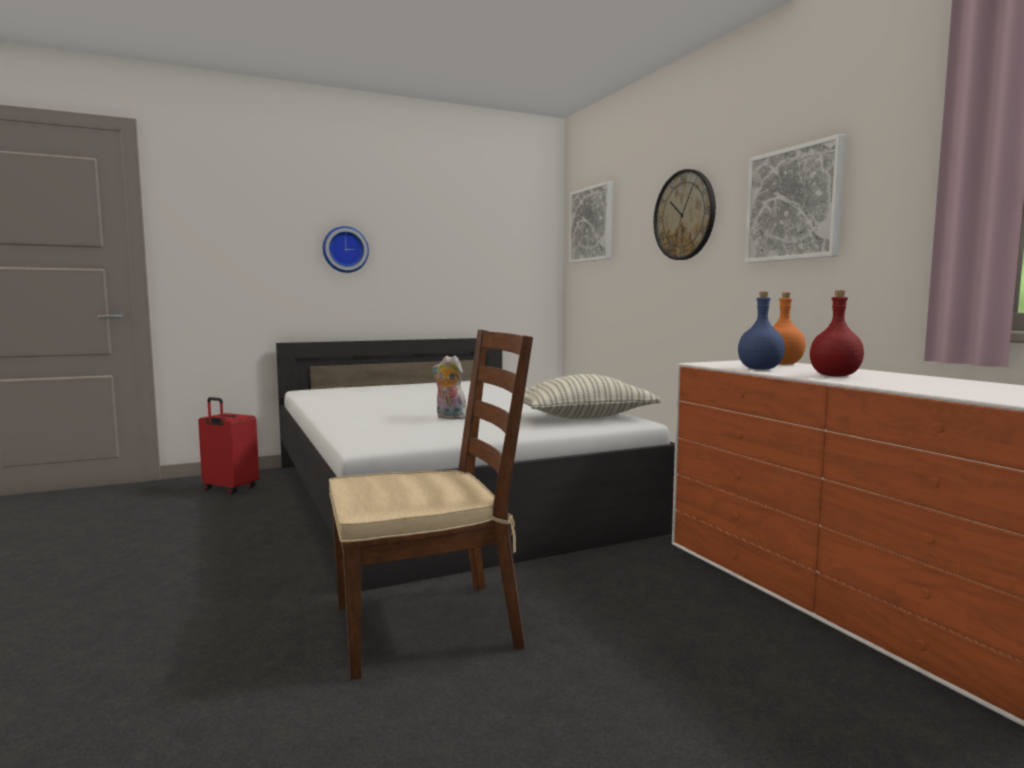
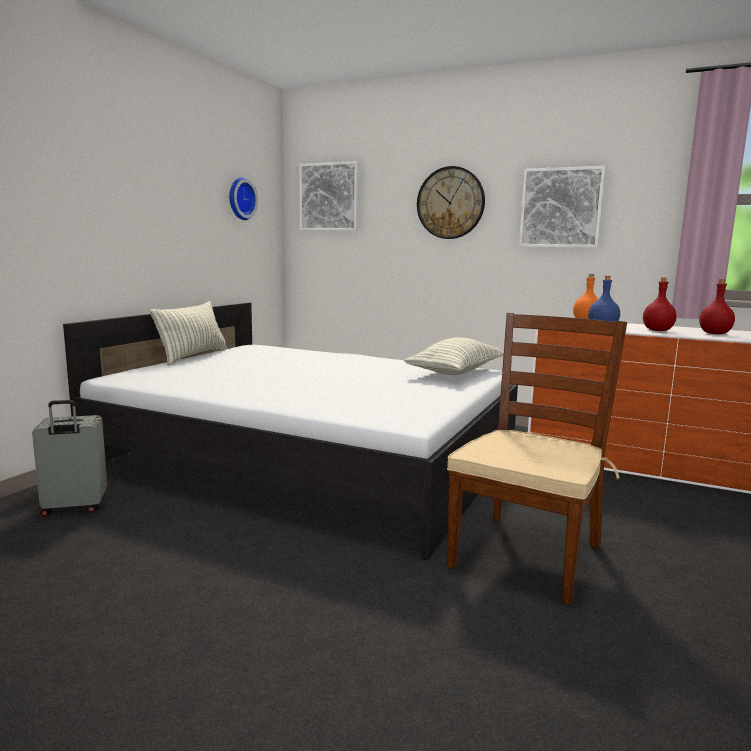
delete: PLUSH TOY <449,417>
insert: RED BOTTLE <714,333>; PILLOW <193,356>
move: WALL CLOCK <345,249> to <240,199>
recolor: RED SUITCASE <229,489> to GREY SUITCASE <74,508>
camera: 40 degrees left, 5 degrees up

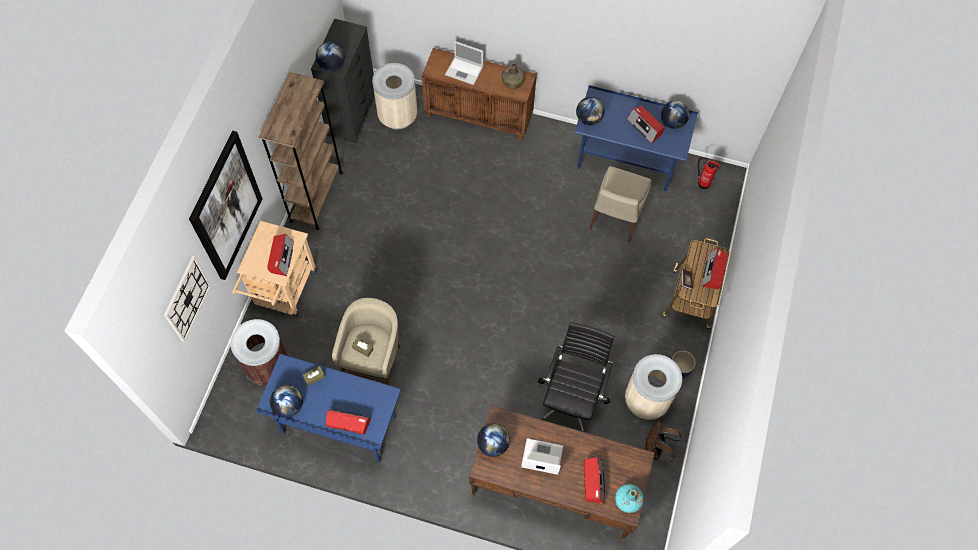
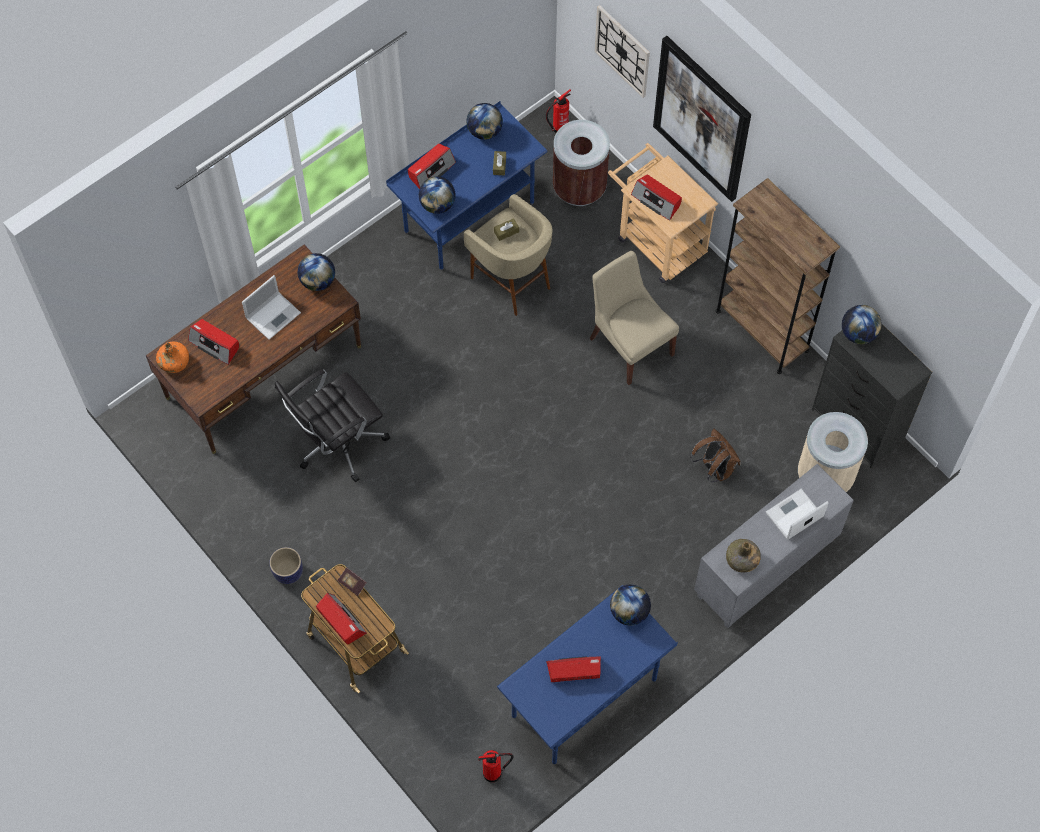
delete: BEIGE TRASH CAN <646,400>
insert: FIRE EXTINGUISHER <558,128>
move: GLOBE <672,122> to <437,204>; BEIGE CHAIR <615,217> to <629,344>; BROWN BACKPACK <655,449> to <714,468>
recolor: BROWN CABINET <479,116> to GREY CABINET <766,569>; TURQUOISE BOTTLE <627,501> to ORANGE BOTTLE <174,362>
rotate: BLACK OFFICE CHAIR <572,399> = <337,442> 90 degrees clockwise
camera: 125 degrees right, 0 degrees up

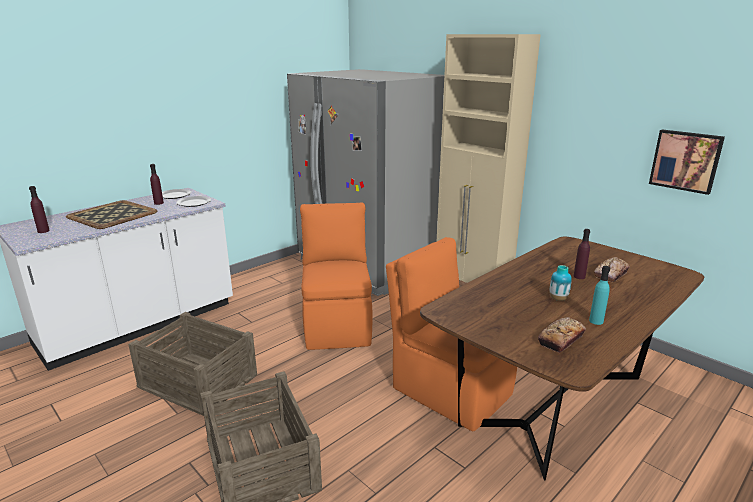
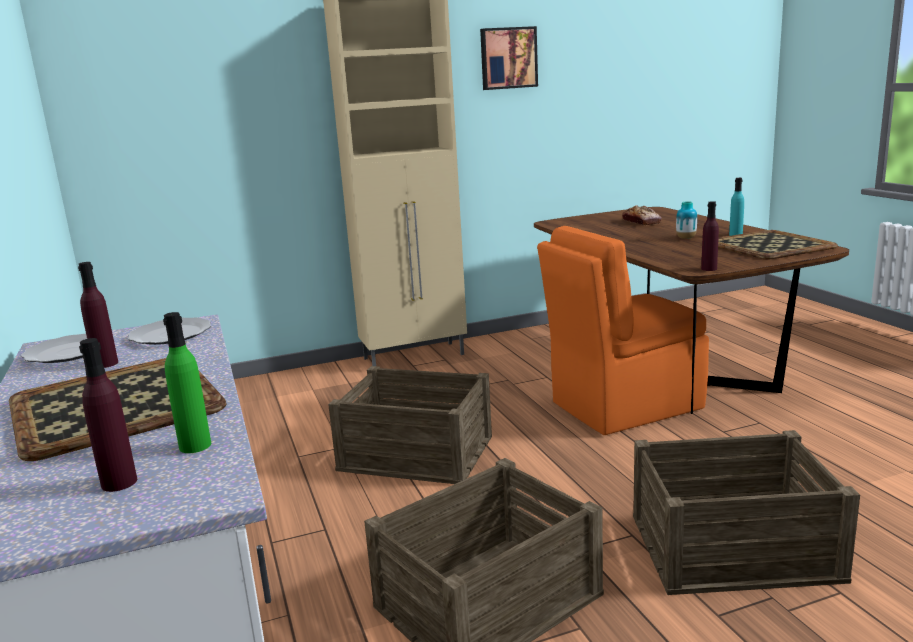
delete: GREY FRIDGE <368,265>
insert: GREEN BOTTLE <195,446>
move: PICTURE <686,160> to <508,58>; PURPLE BOTTLE <579,276> to <709,269>
replace: ORANGE CHAIR <337,325> to CRATE <416,452>; BREAD <561,339> to TRAY <768,245>
camera: 65 degrees left, 5 degrees down

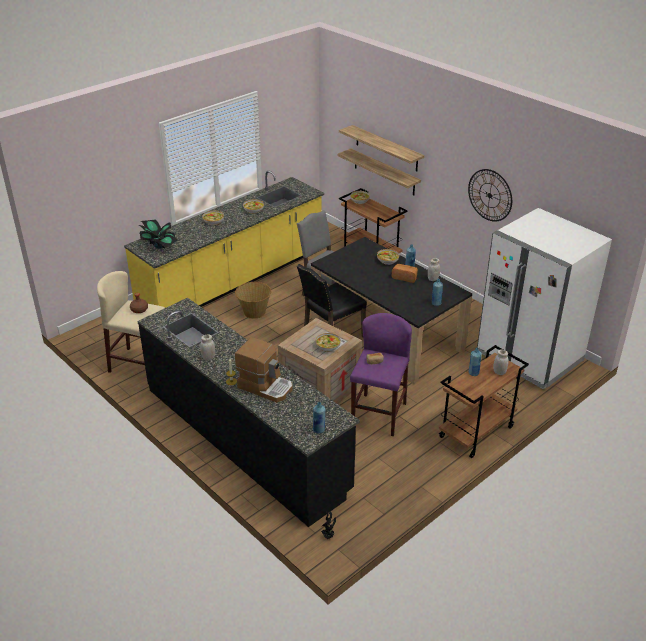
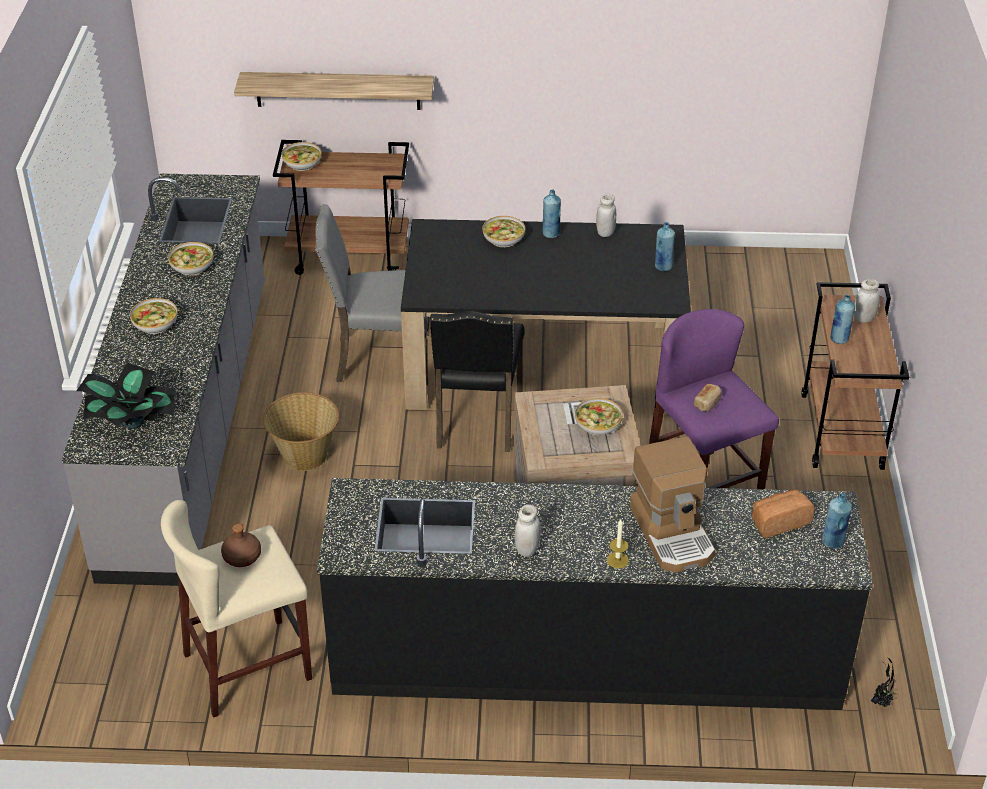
delete: SHELF <386,148>; WALL CLOCK <490,195>; WHITE FRIDGE <529,356>
move: BREAD <405,277> to <778,521>
recolor: YELLOW COUNTER <233,281> to GREY COUNTER <191,425>
rotate: COFFEE MACHINE <265,386> = <673,533> 90 degrees clockwise
camera: 45 degrees left, 5 degrees up

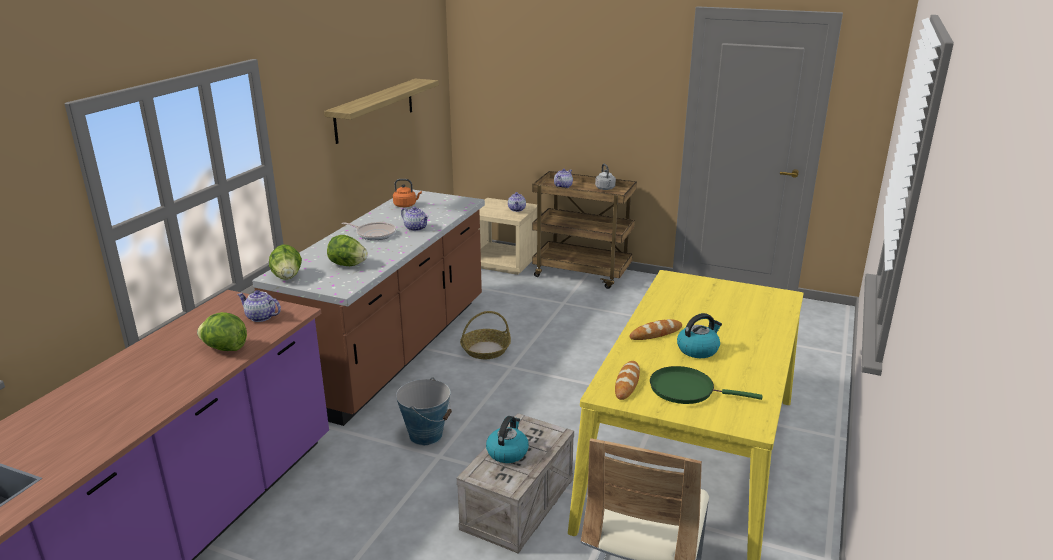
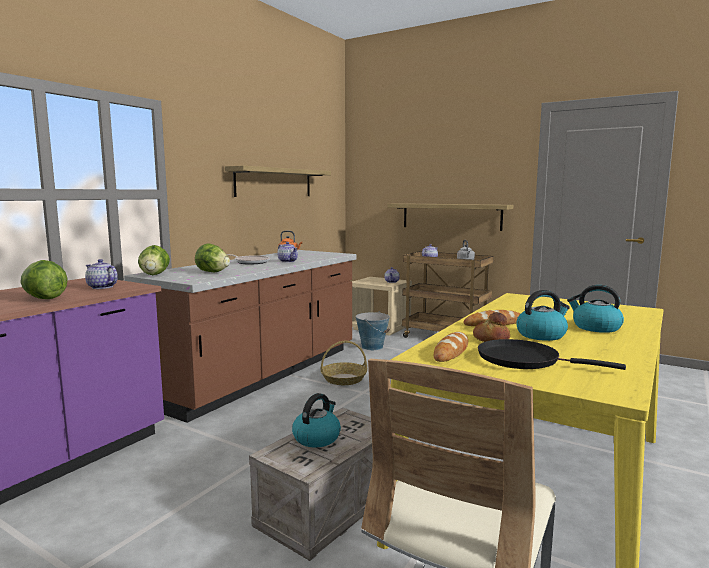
insert: SHELF <451,216>; KETTLE <595,327>; BREAD <490,339>
move: BUCKET <426,435> to <372,347>
recolor: GREEN FRYING PAN <686,389> to BLACK FRYING PAN <524,360>
camera: 10 degrees right, 15 degrees down

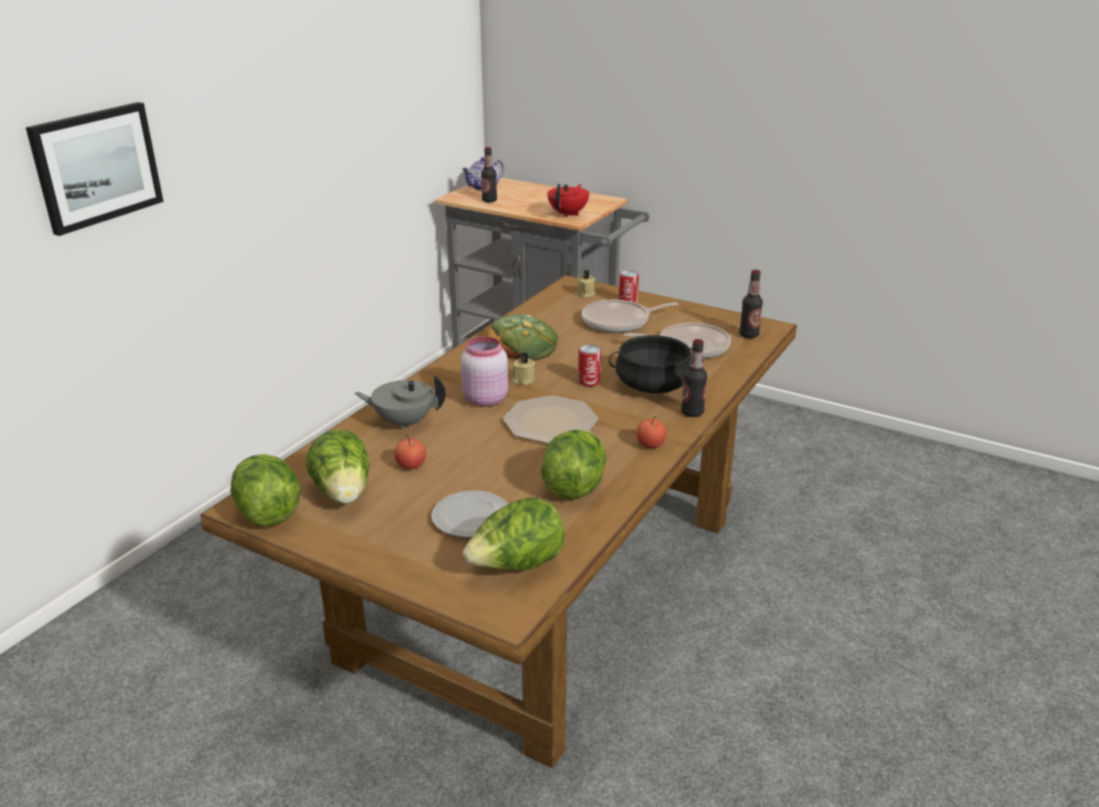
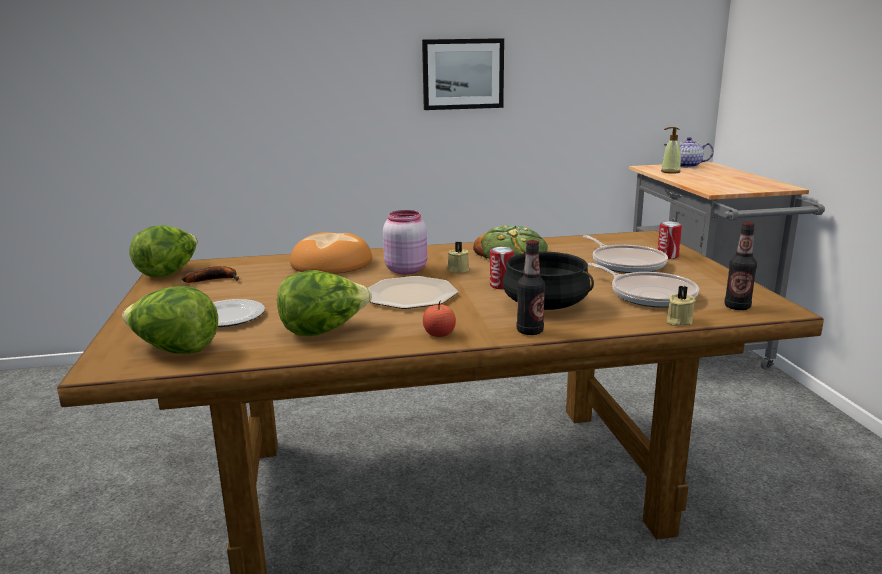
delete: RED TEAPOT <568,214>; APPLE <411,465>
move: PICTURE <96,166> to <463,74>; BEIGE CANDLE <585,294> to <678,321>
replace: BOTTLE <489,200> to SOAP DISPENSER <670,172>; GREY TEAPOT <403,422> to BREAD <332,263>; LETTUCE <344,493> to BANANA <215,279>
rotate: FRYING PAN <619,321> = <626,264> 150 degrees counterclockwise
camera: 50 degrees right, 10 degrees down

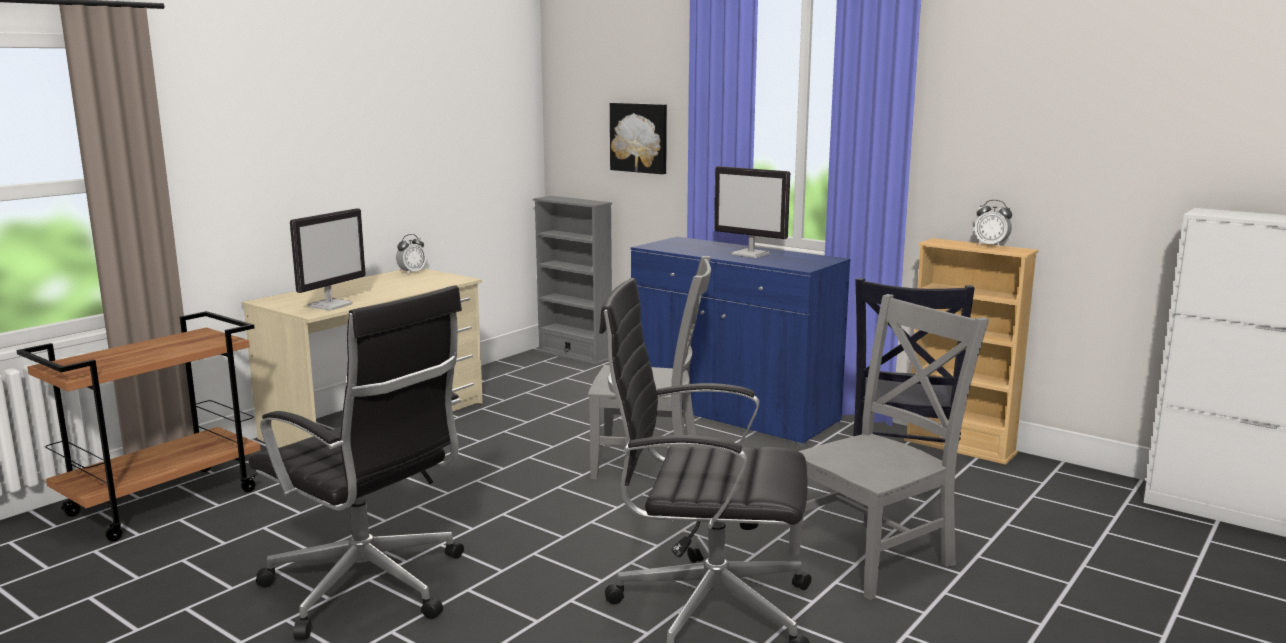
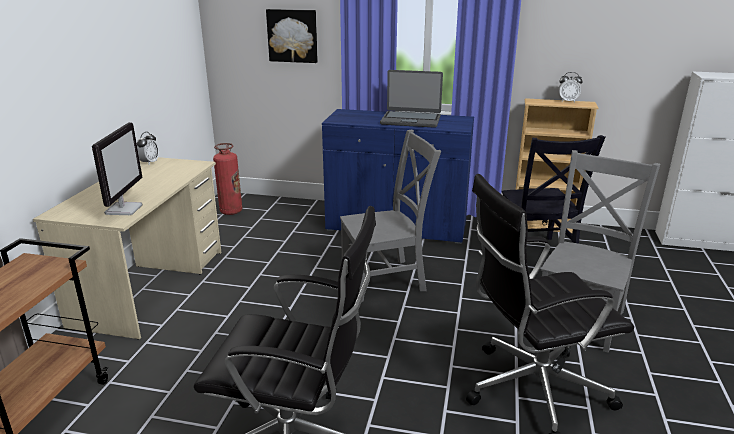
delete: GREY BOOKCASE <575,355>
insert: FIRE EXTINGUISHER <231,211>
replace: MONITOR <751,254> to LAPTOP <411,120>
camera: 25 degrees left, 10 degrees up

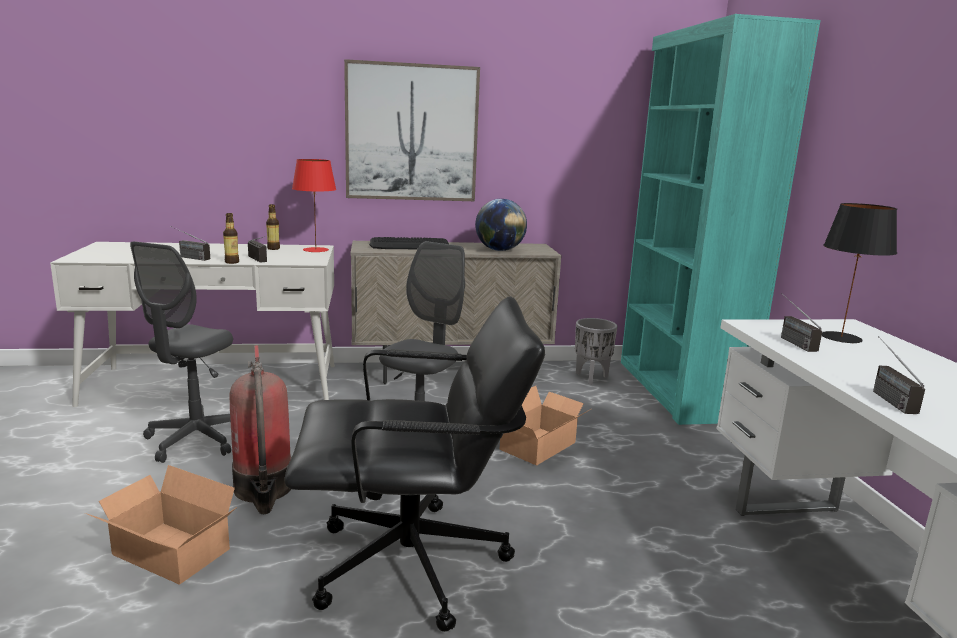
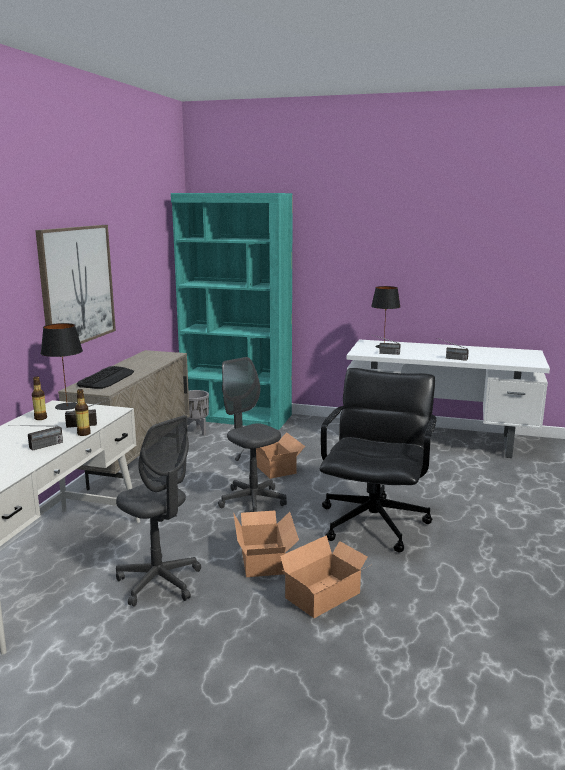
delete: GLOBE <499,250>
replace: FIRE EXTINGUISHER <263,490> to CARDBOARD BOX <265,558>
recolor: RED TABLE LAMP <315,250> to BLACK TABLE LAMP <66,406>
camera: 65 degrees left, 0 degrees up

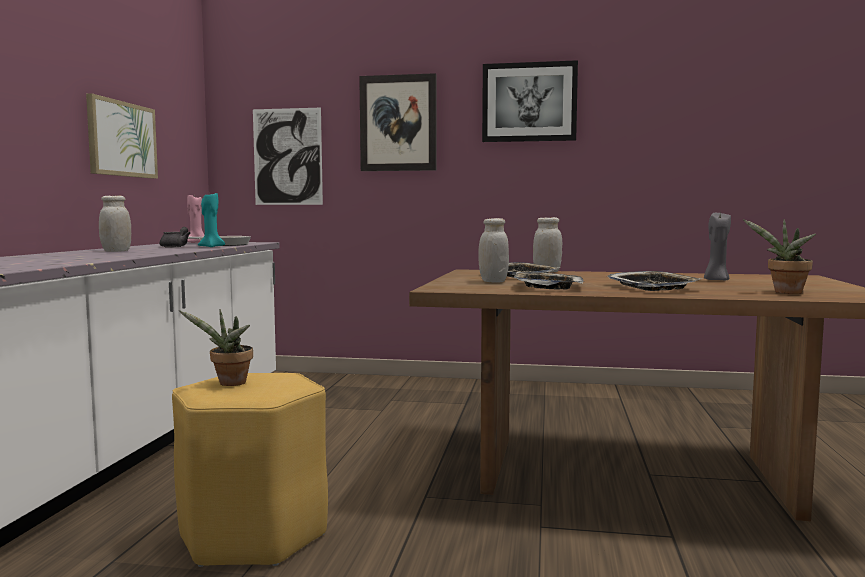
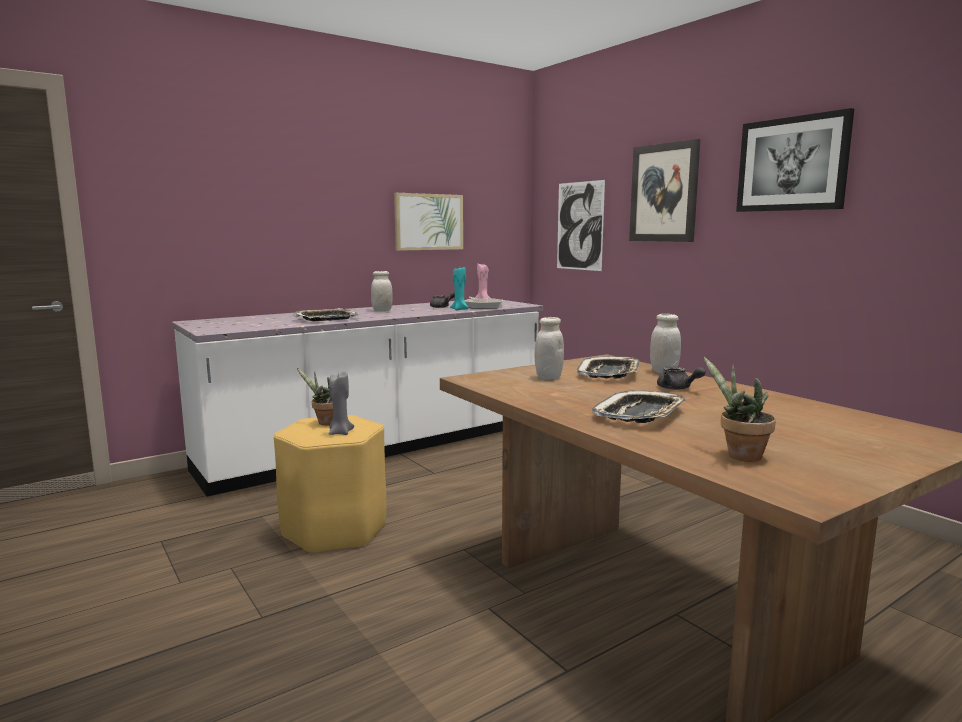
insert: GREY TEAPOT <677,388>
move: GREY CANDLE <716,280> to <340,433>; TRAY <547,287> to <326,319>
camera: 45 degrees right, 5 degrees up

